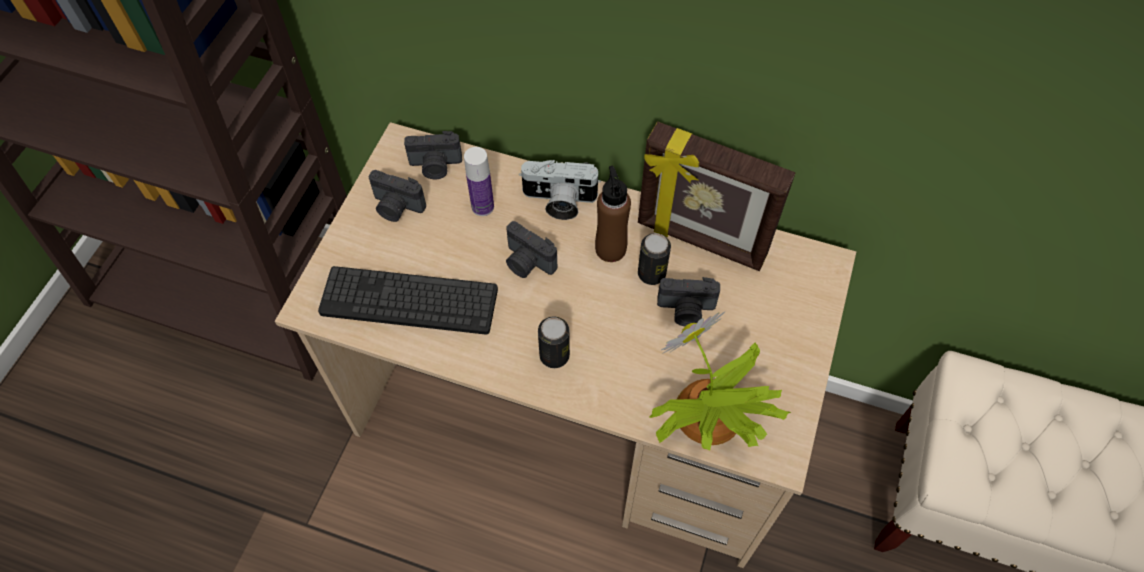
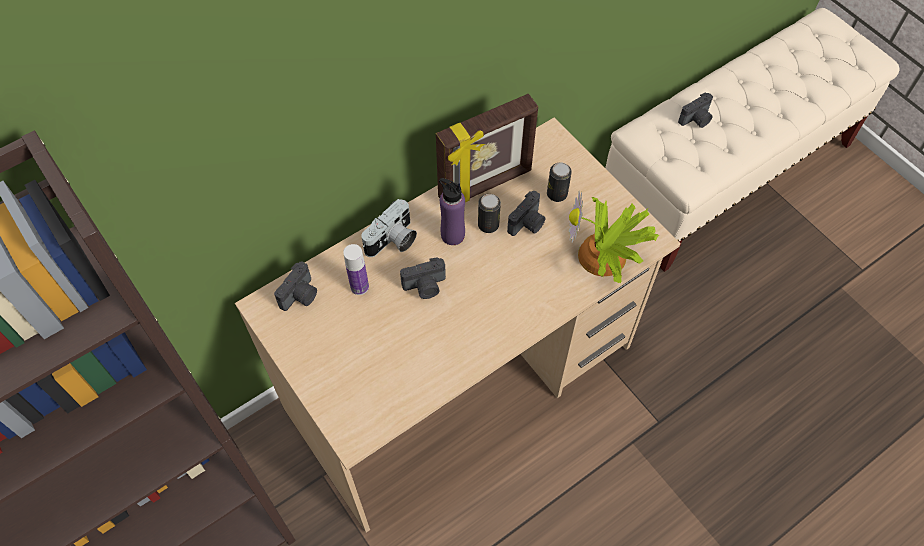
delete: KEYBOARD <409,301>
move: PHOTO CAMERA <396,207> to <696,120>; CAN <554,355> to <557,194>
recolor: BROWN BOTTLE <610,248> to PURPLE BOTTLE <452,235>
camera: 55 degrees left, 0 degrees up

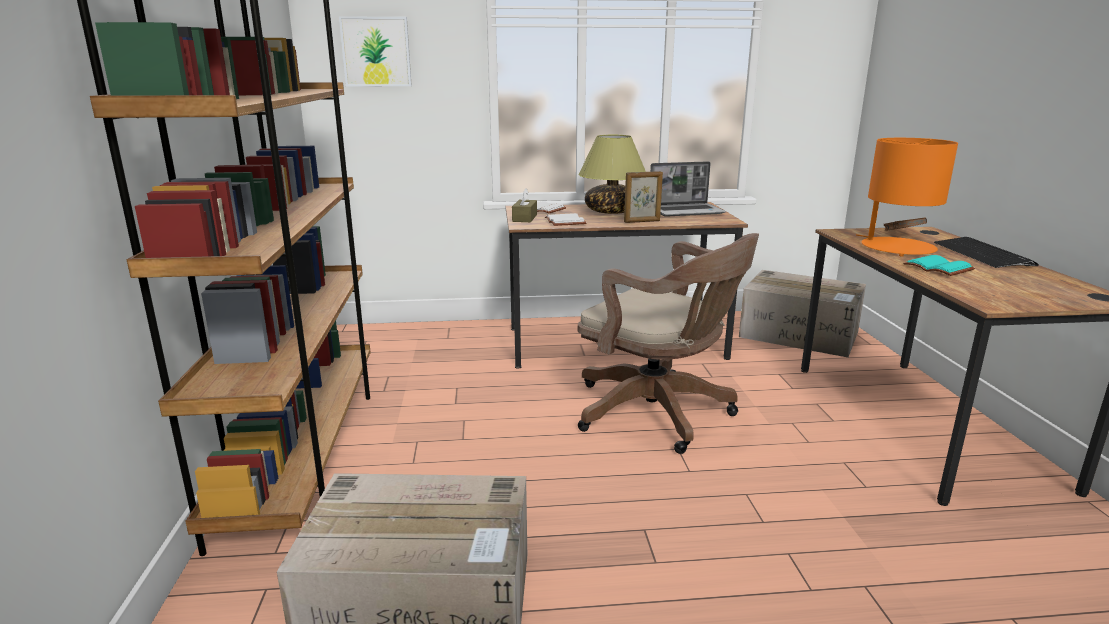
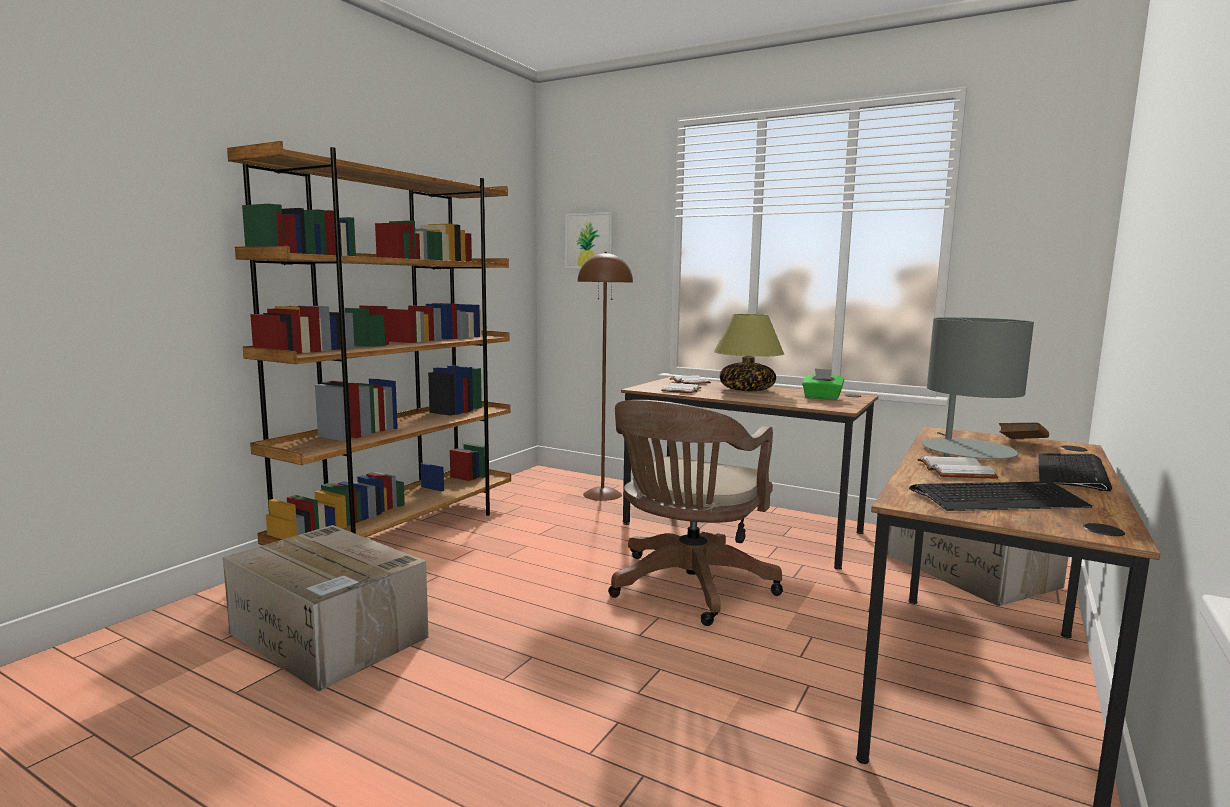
delete: PICTURE FRAME <642,221>; BROWN TISSUE BOX <524,218>
insert: BROWN FLOOR LAMP <602,494>; KEYBOARD <998,499>
replace: LAPTOP <686,211> to GREEN TISSUE BOX <822,398>
recolor: ORANGE TABLE LAMP <896,248> to GREY TABLE LAMP <967,451>; TURQUOISE BOOK <940,268> to WHITE BOOK <958,471>
rotate: BROWN OFFICE CHAIR <659,414> = <687,588> 45 degrees clockwise
camera: 35 degrees right, 10 degrees down

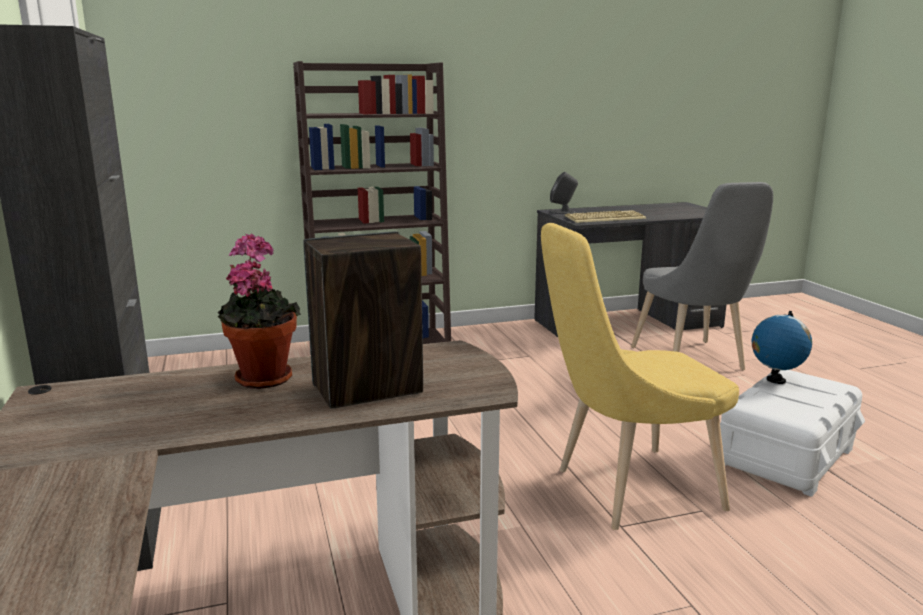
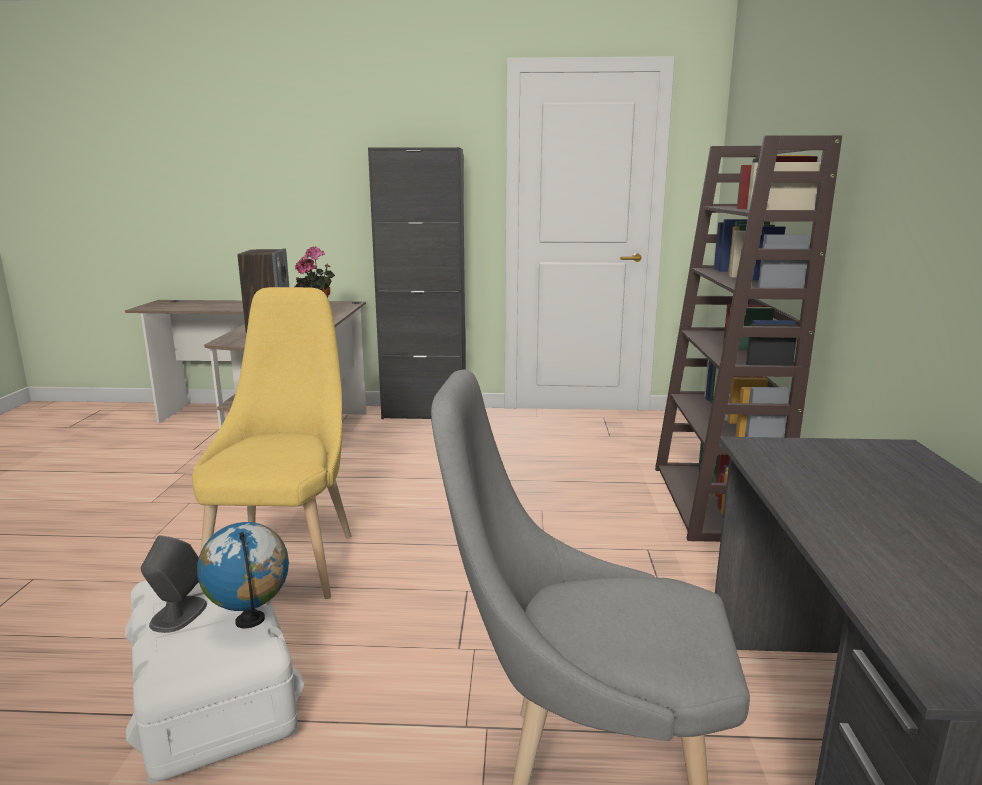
delete: KEYBOARD <605,218>
move: GREY SPEAKER <562,212> to <178,615>
camera: 110 degrees right, 0 degrees up

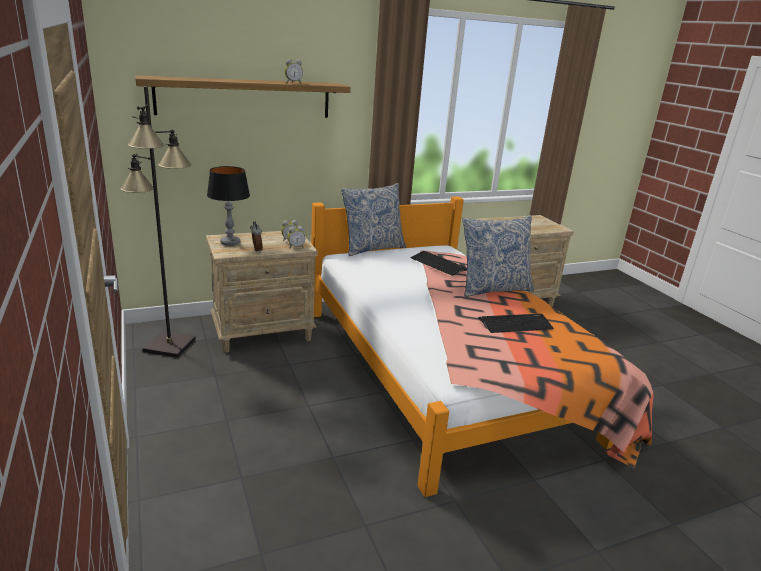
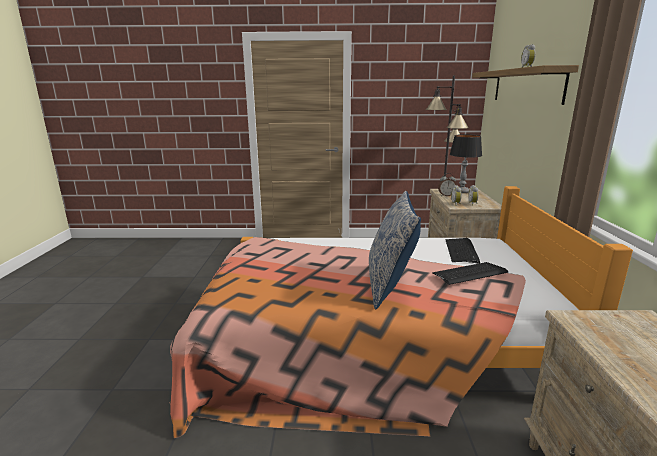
delete: PILLOW <372,248>
move: KEYBOARD <516,324> to <461,251>
camera: 115 degrees right, 5 degrees down

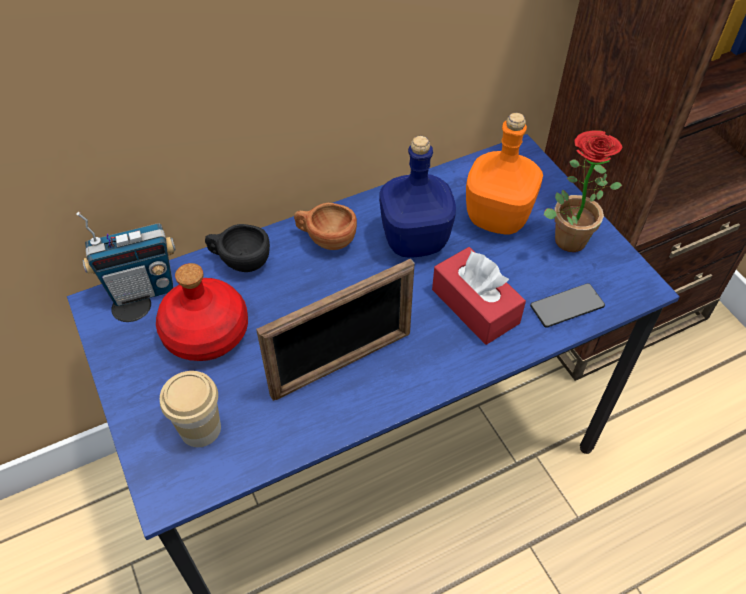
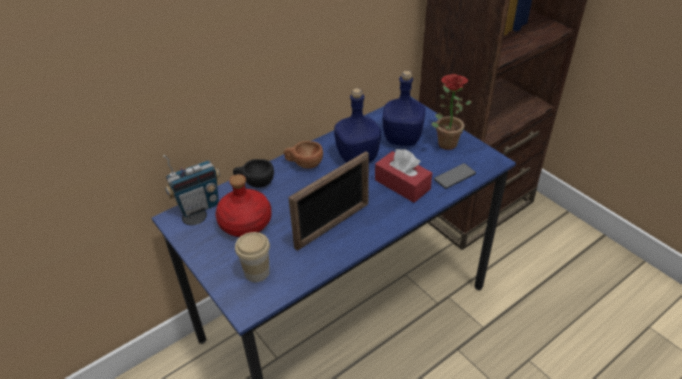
recolor: ORANGE BOTTLE <497,218> to BLUE BOTTLE <402,139>
camera: 10 degrees left, 10 degrees down

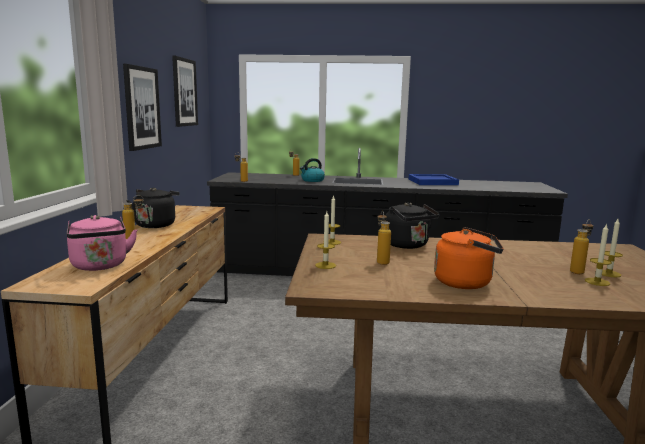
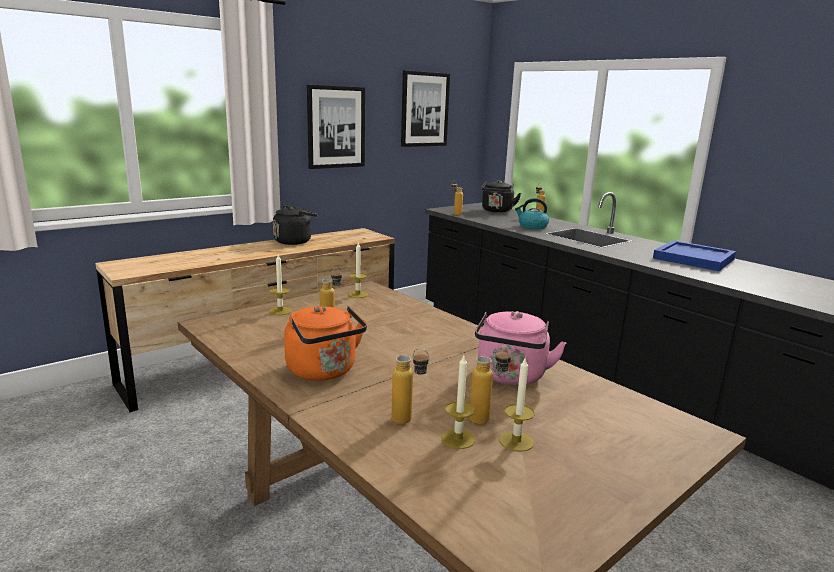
move: BOTTLE <135,239> to <409,422>; BLACK KETTLE <408,245> to <497,211>; PINK KETTLE <100,266> to <511,377>
camera: 45 degrees right, 5 degrees up

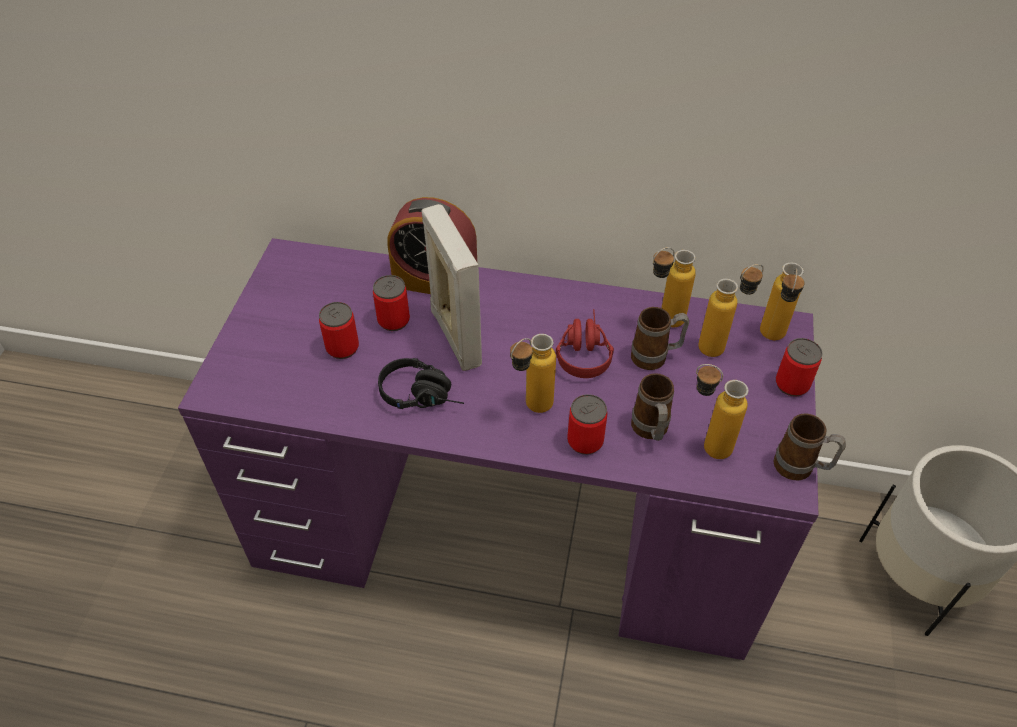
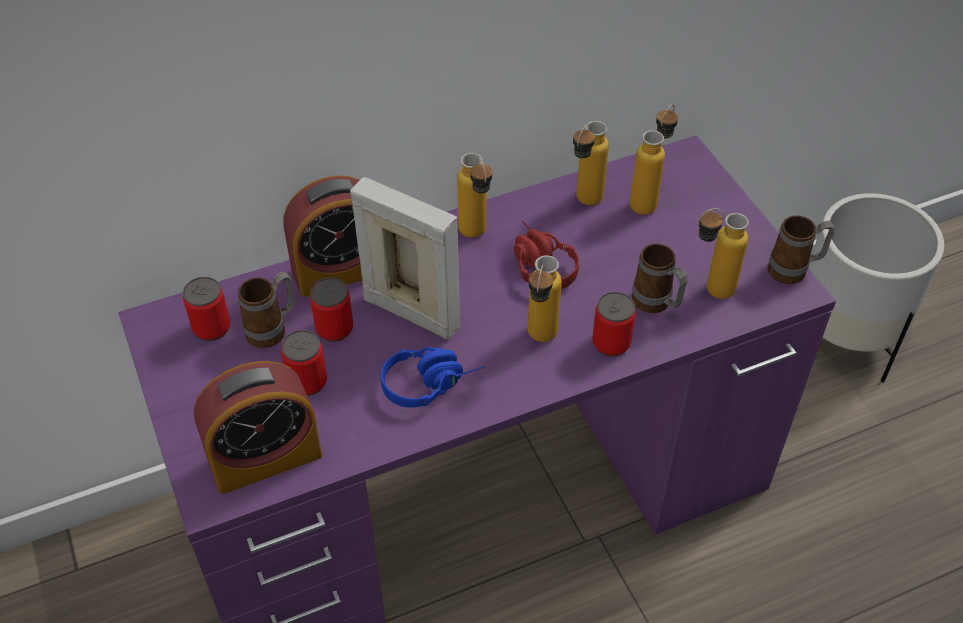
insert: ALARM CLOCK <265,458>
move: BOTTLE <771,340> to <476,237>; MUG <655,357> to <273,329>; CAN <792,384> to <212,328>
recolor: BLACK HEADPHONES <424,395> to BLUE HEADPHONES <431,382>
camera: 35 degrees left, 0 degrees up

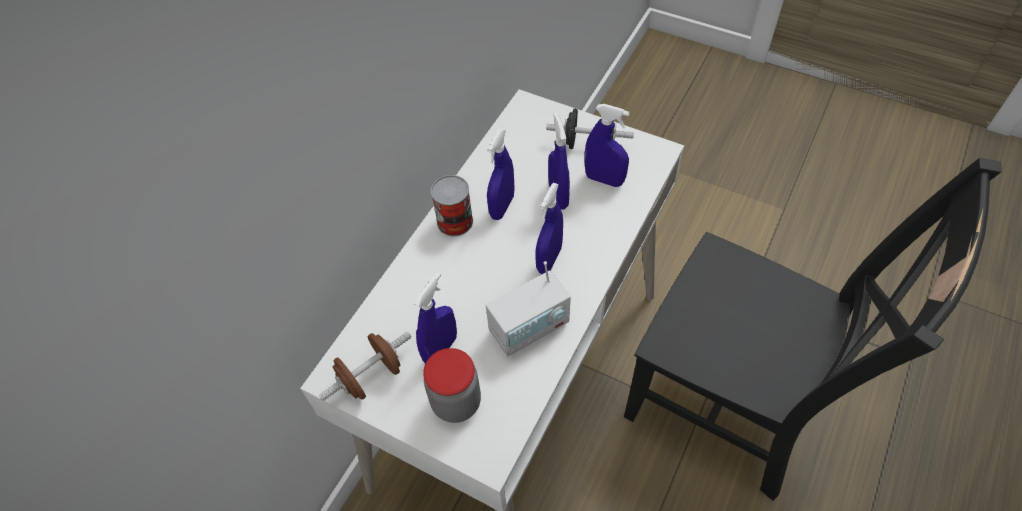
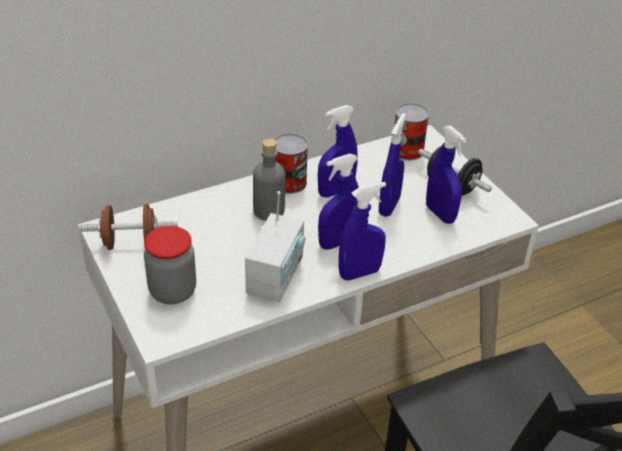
insert: CAN <407,150>; GREY BOTTLE <269,211>
move: BLUE SPRAY BOTTLE <440,349> to <359,273>
rotate: RADIO <529,328> = <276,277> 75 degrees counterclockwise
camera: 30 degrees right, 15 degrees down

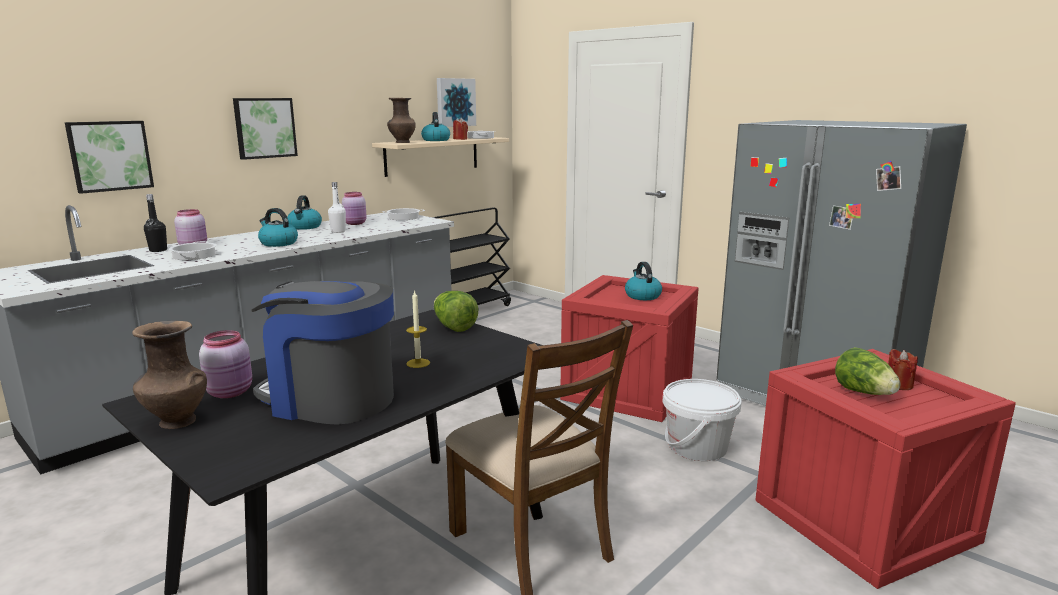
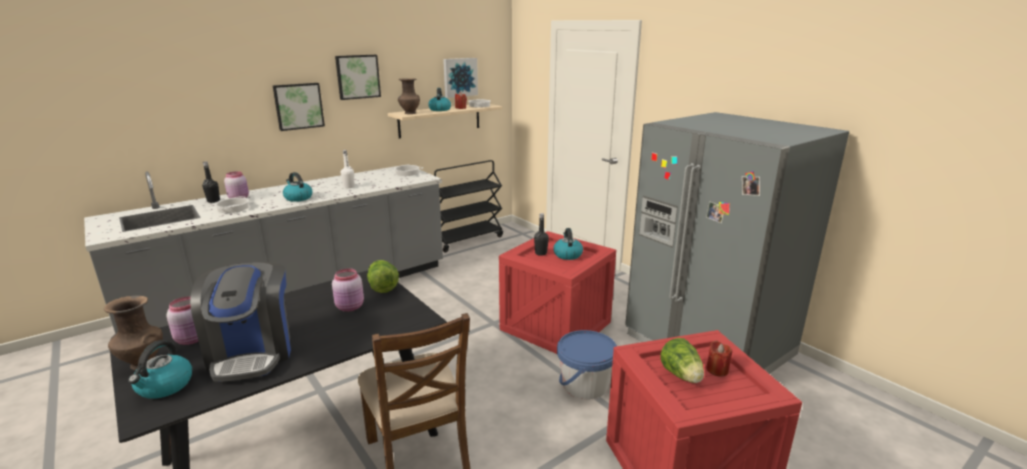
delete: CANDLE <418,363>
insert: BLACK BOTTLE <541,253>
move: PICTURE <109,155> to <357,76>; PINK JAR <355,223> to <350,307>; KETTLE <305,227> to <164,386>
recolor: WHITE BUCKET <697,447> to BLUE BUCKET <585,385>
rotate: COFFEE MACHINE <330,399> = <252,352> 135 degrees counterclockwise
camera: 10 degrees right, 5 degrees up

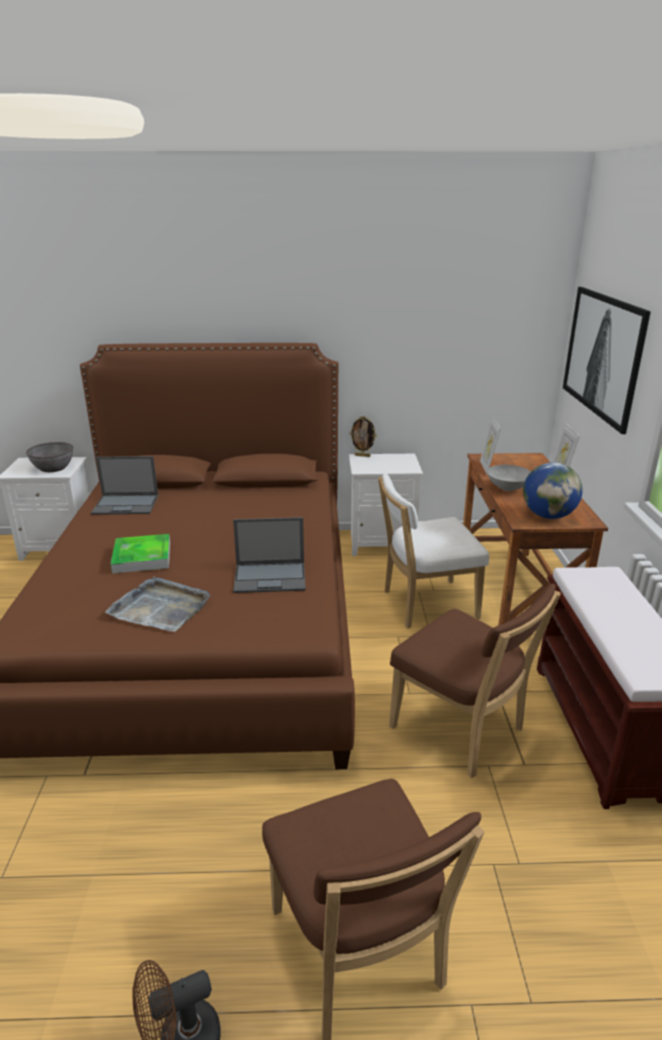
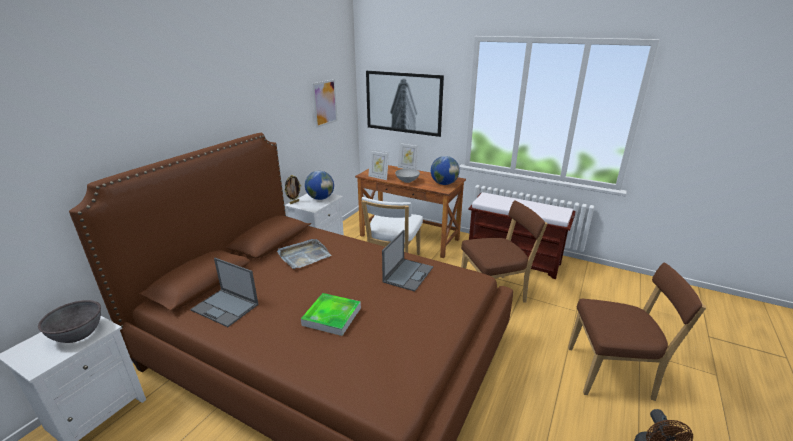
insert: PICTURE <325,103>; GLOBE <320,198>
move: GREY TRAY <161,608> to <304,256>
rotate: LAPTOP <126,505> = <225,307> 90 degrees clockwise
camera: 60 degrees left, 0 degrees up

